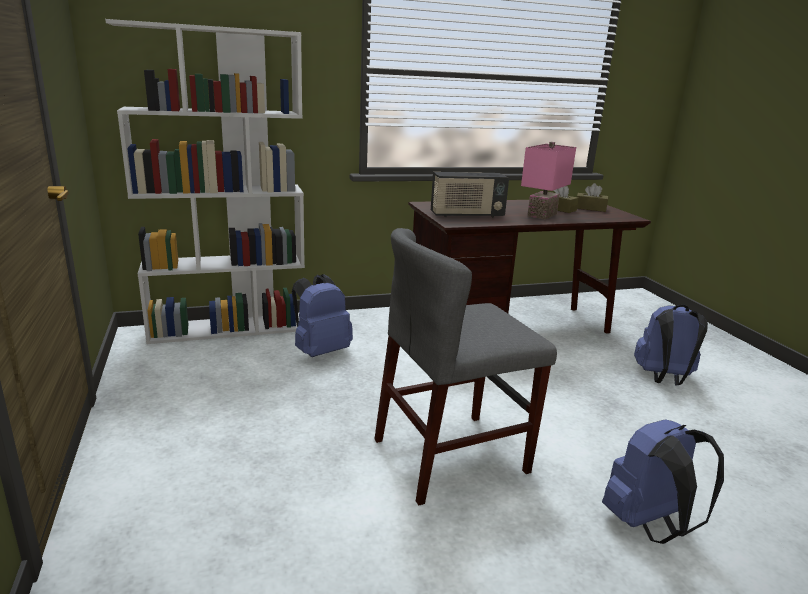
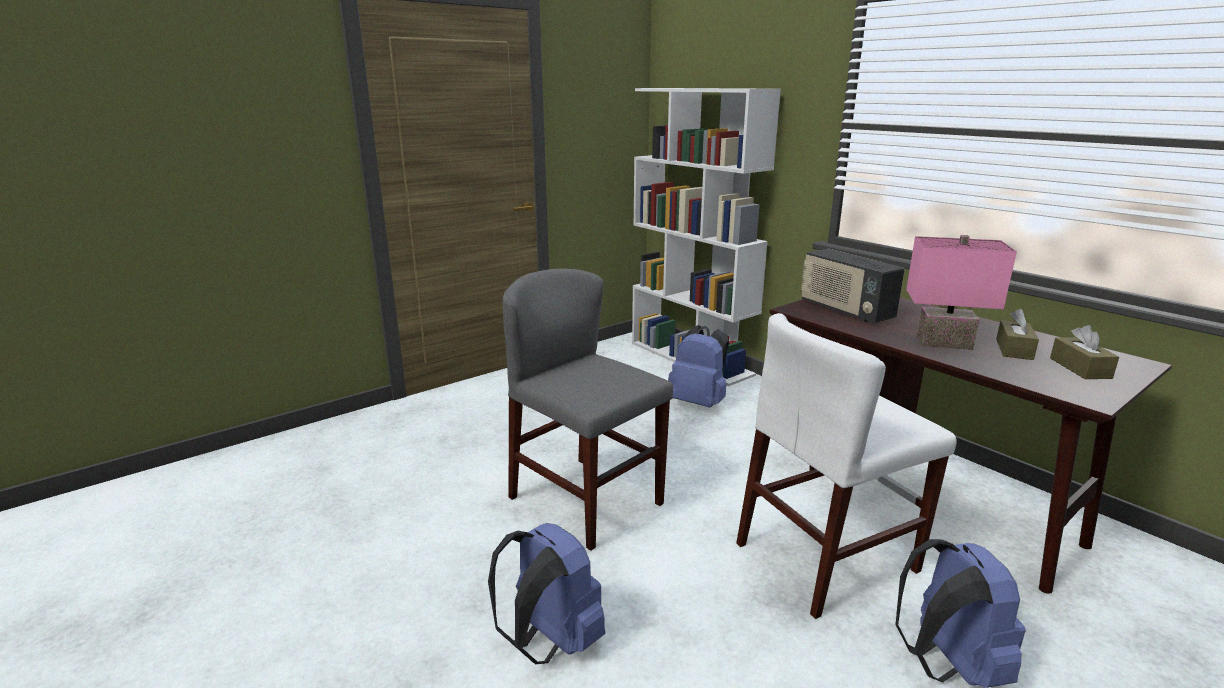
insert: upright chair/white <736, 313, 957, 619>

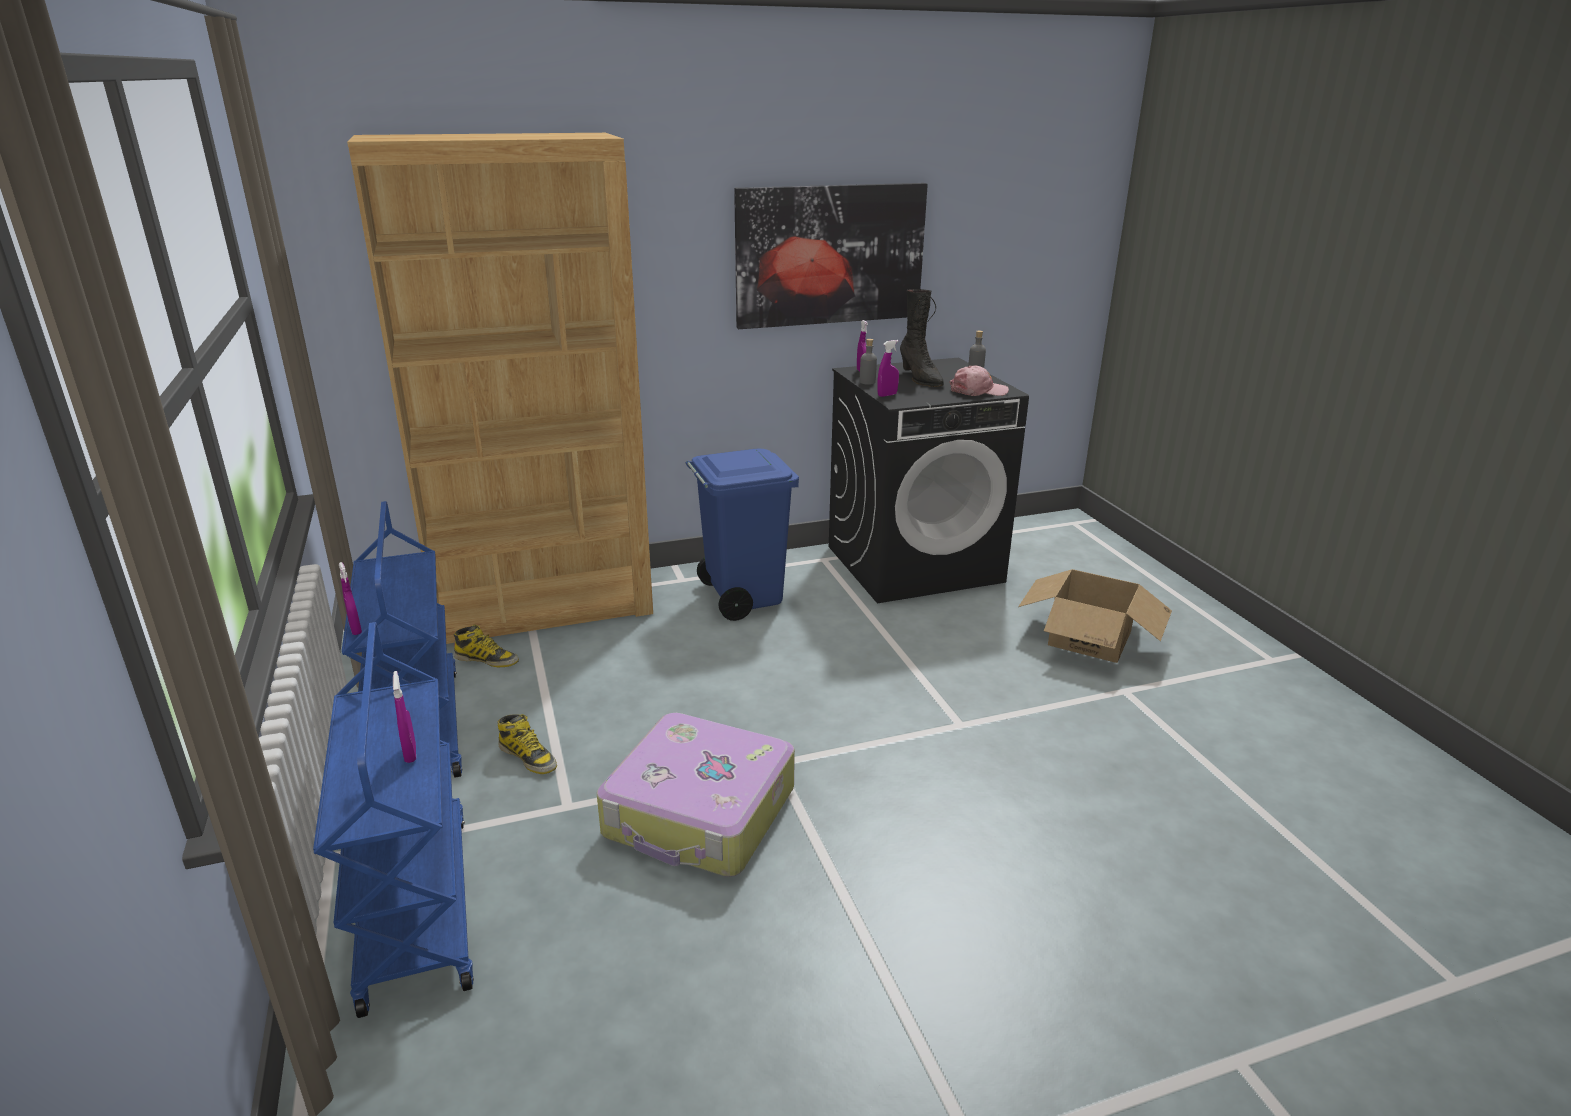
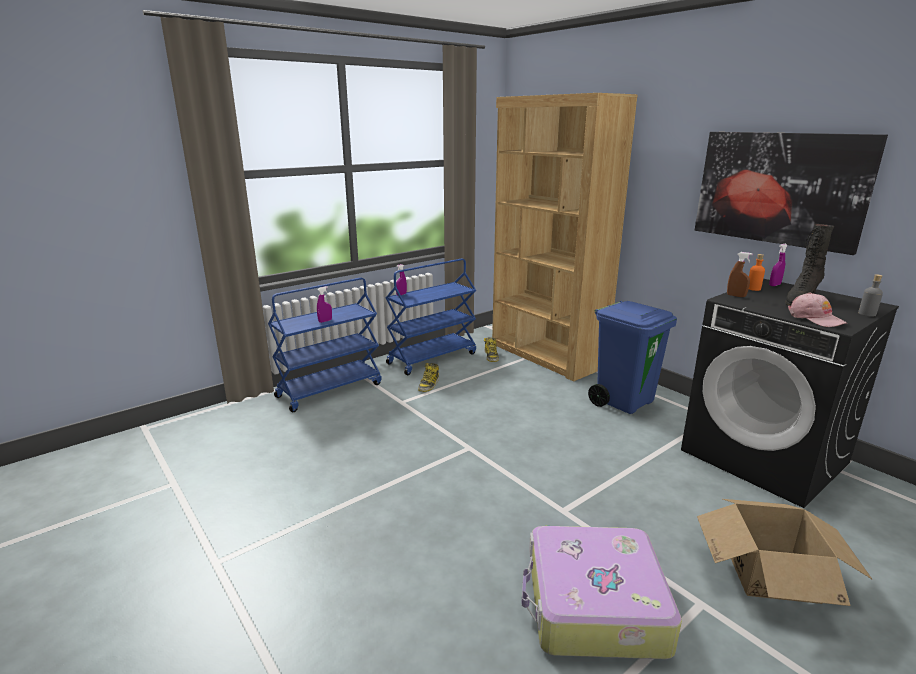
move: piece of luggage <597, 713, 795, 877> to <521, 526, 682, 659>
recolor: beverage bottle/grey <860, 339, 877, 384> to beverage bottle/orange-coloured <749, 254, 765, 291>; spray bottle/purple <877, 340, 899, 397> to spray bottle/brownish <727, 252, 753, 297>

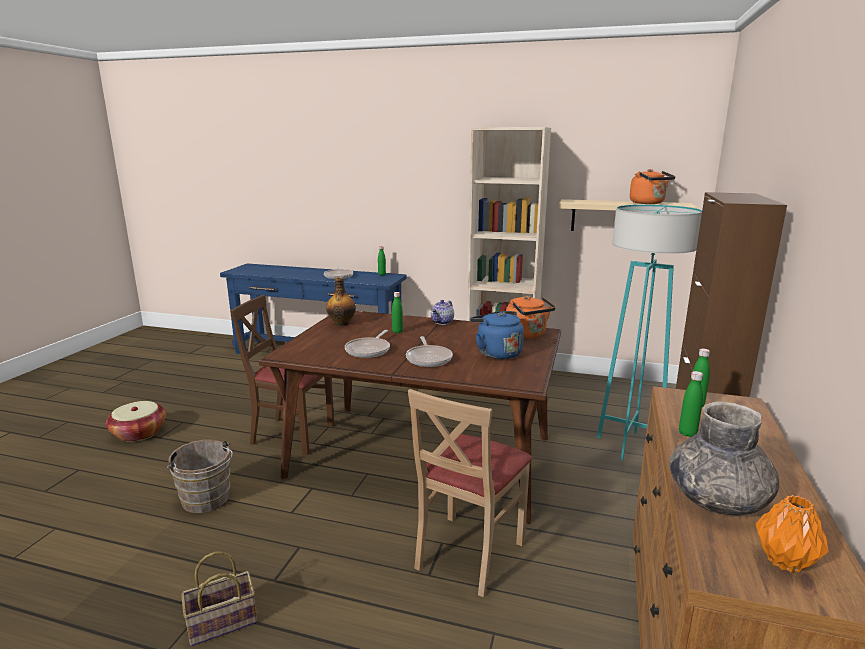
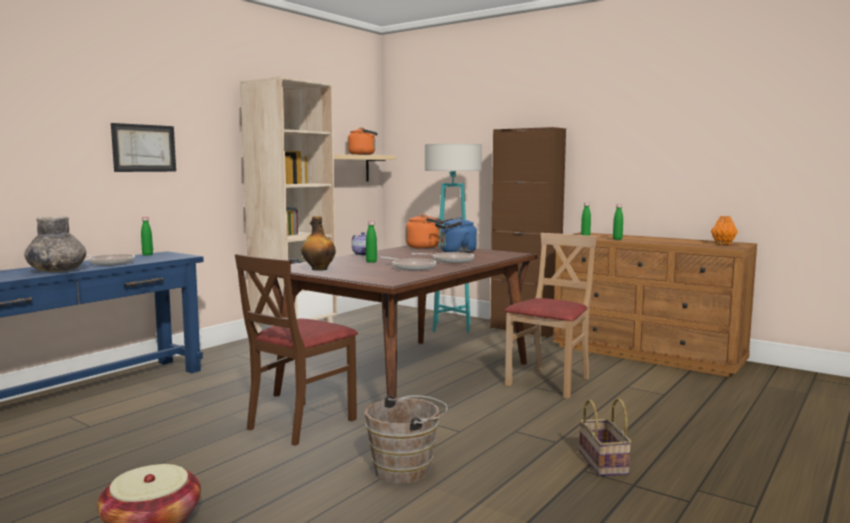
insert: wall picture <111, 123, 176, 172>
move: decorative vase/grey <670, 401, 779, 515> to <24, 216, 86, 272>
rotate: upright chair/beige <408, 389, 533, 597> = <504, 233, 597, 399> 105 degrees counterclockwise

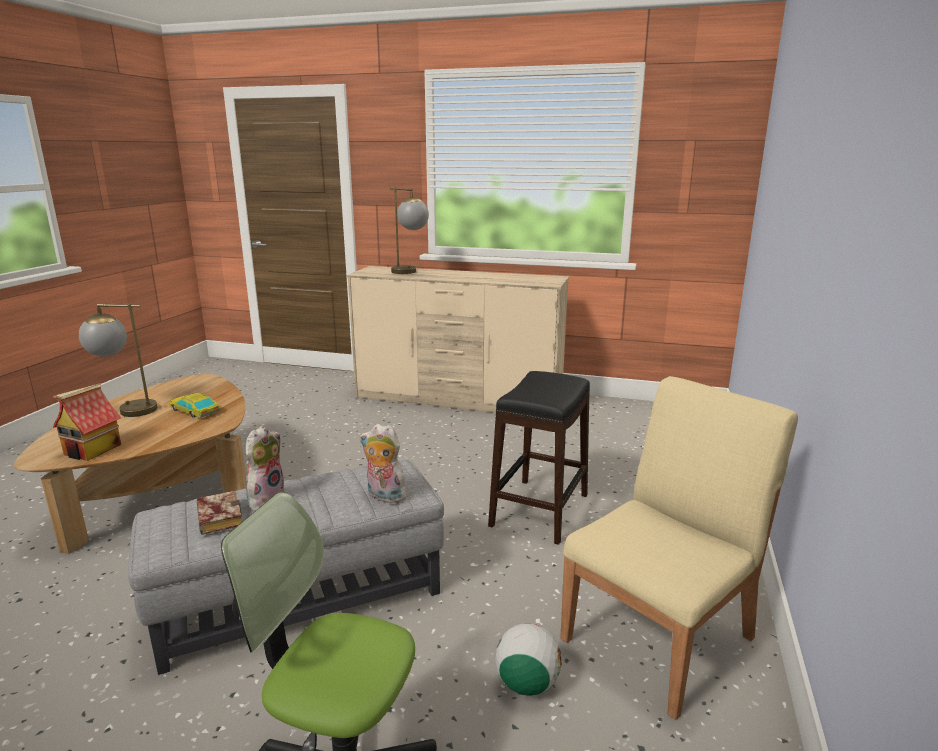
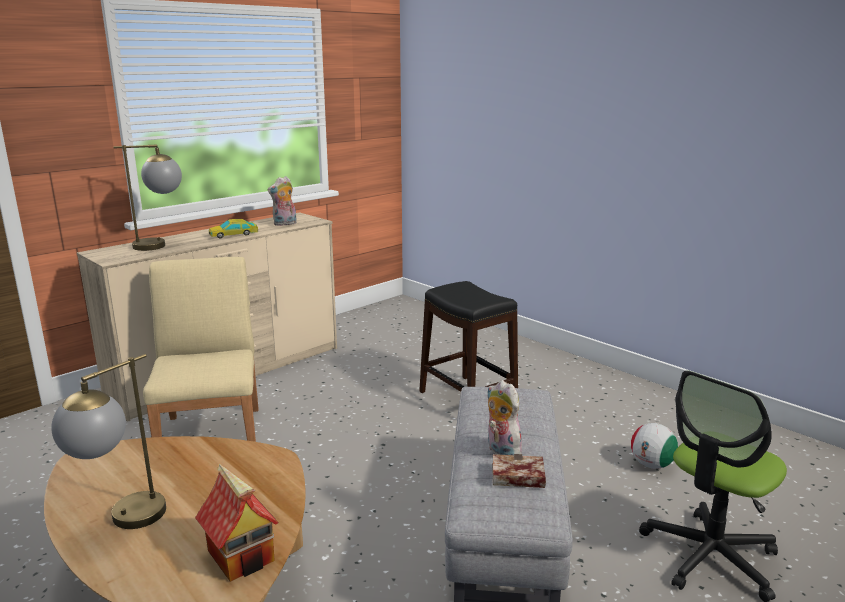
move: model car <169, 393, 220, 418> to <209, 219, 258, 238>; plush toy <360, 424, 406, 503> to <268, 176, 297, 226>; upright chair/beige <560, 376, 798, 720> to <143, 257, 259, 442>

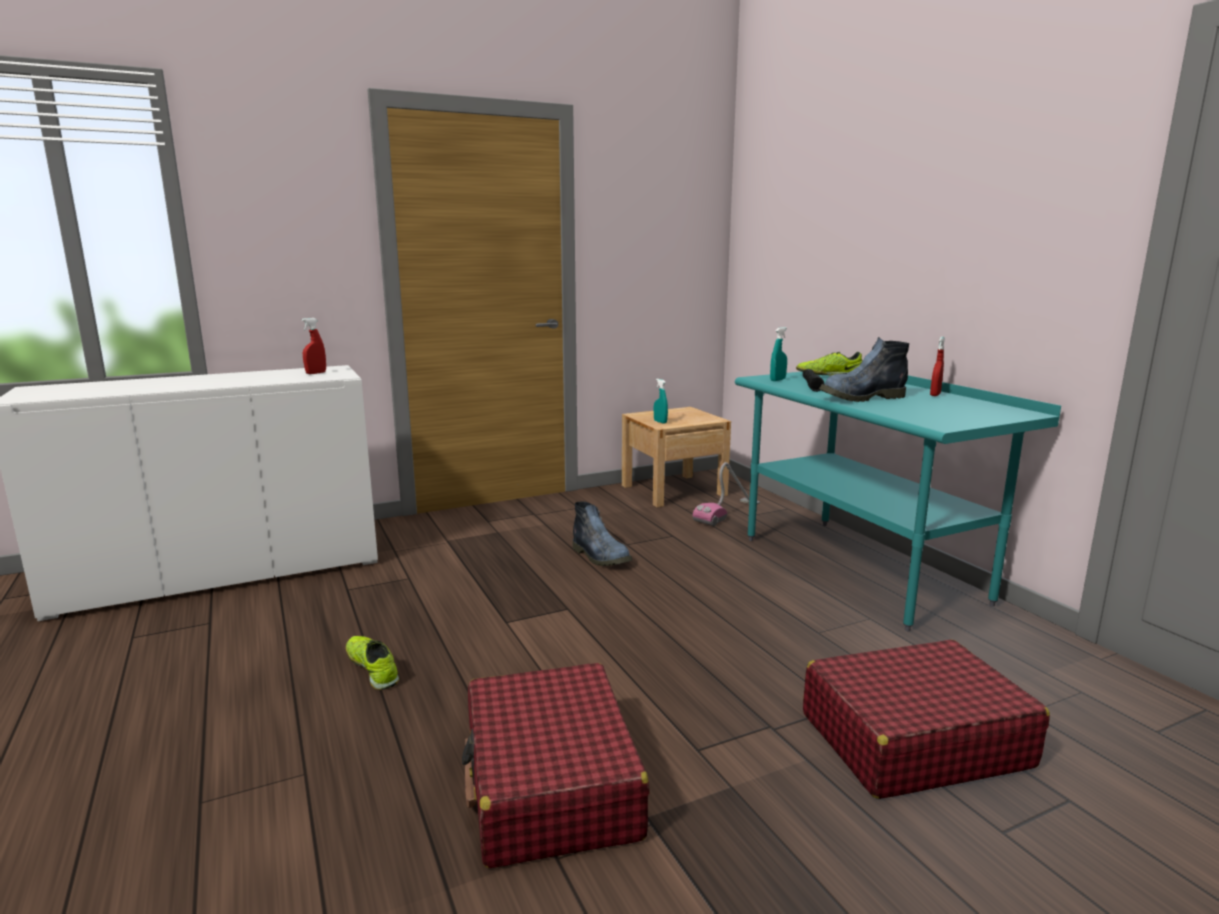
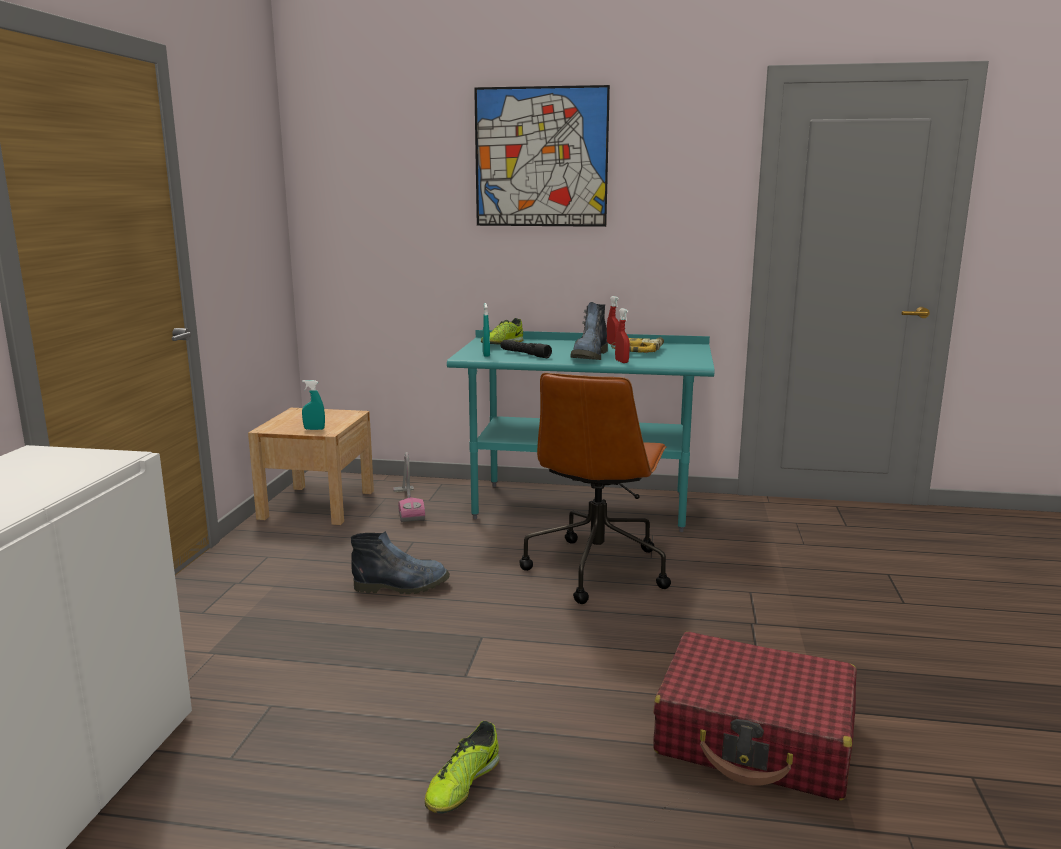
delete: piece of luggage/red-coloured <803, 639, 1050, 799>
insert: wall picture <474, 85, 610, 227>; office chair/brownish <519, 373, 671, 604>; electric drill <611, 337, 664, 353>
move: spray bottle/red-coloured <301, 318, 326, 374> to <615, 308, 630, 363>
rotate: item of footwear <346, 636, 399, 690> = <425, 721, 499, 813> 60 degrees counterclockwise

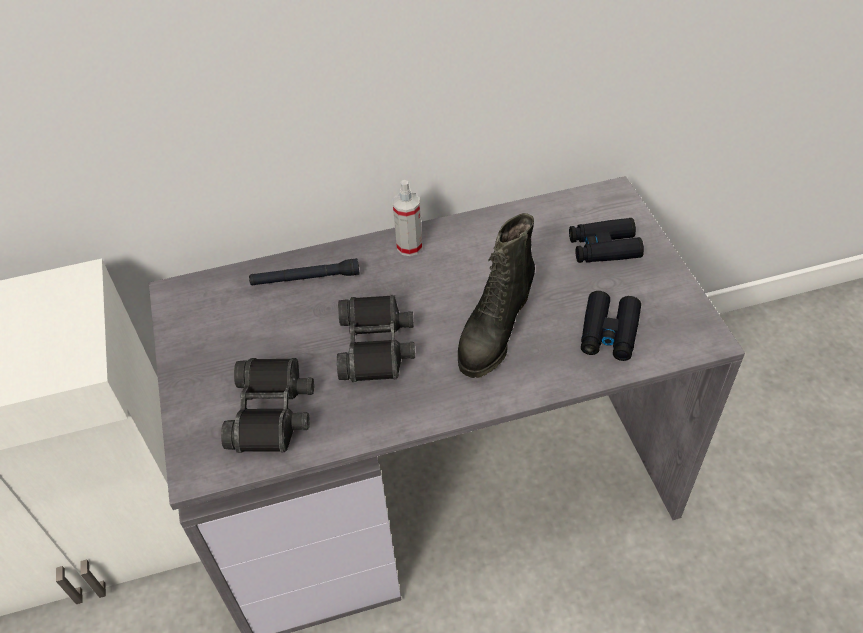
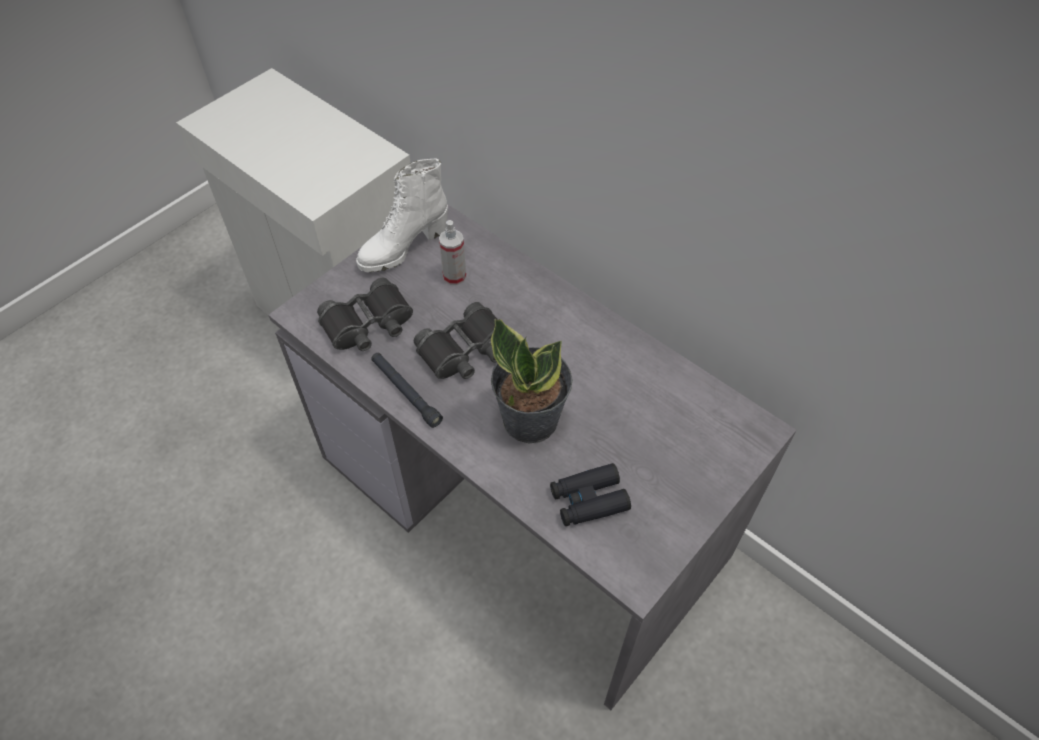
delete: pair of binoculars/black <569, 218, 644, 263>
insert: boot/white <356, 159, 448, 273>
move: flashlight/black <249, 258, 360, 286> to <371, 353, 443, 428>; spray bottle <393, 180, 422, 256> to <439, 220, 466, 285>
replace: boot/black <458, 213, 535, 378> to houseplant <491, 319, 573, 443>

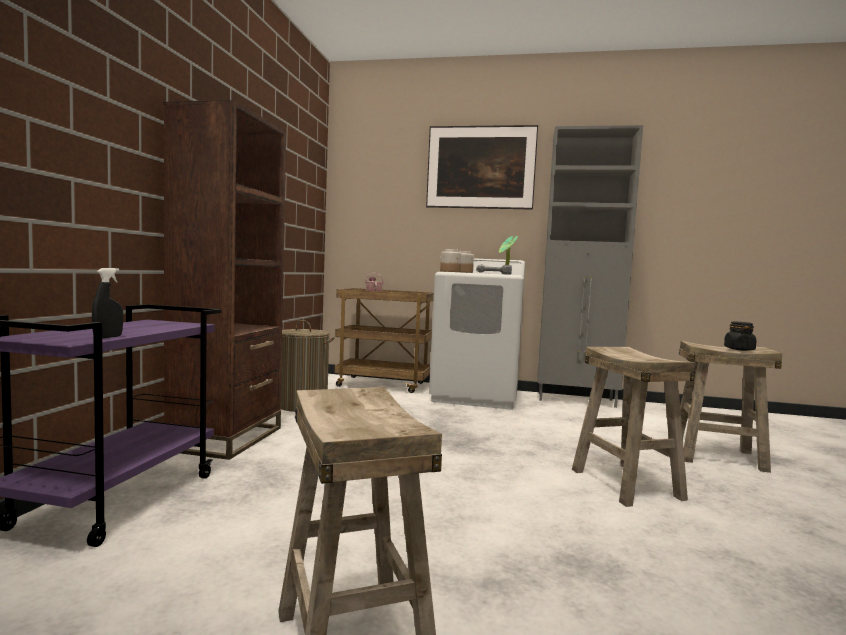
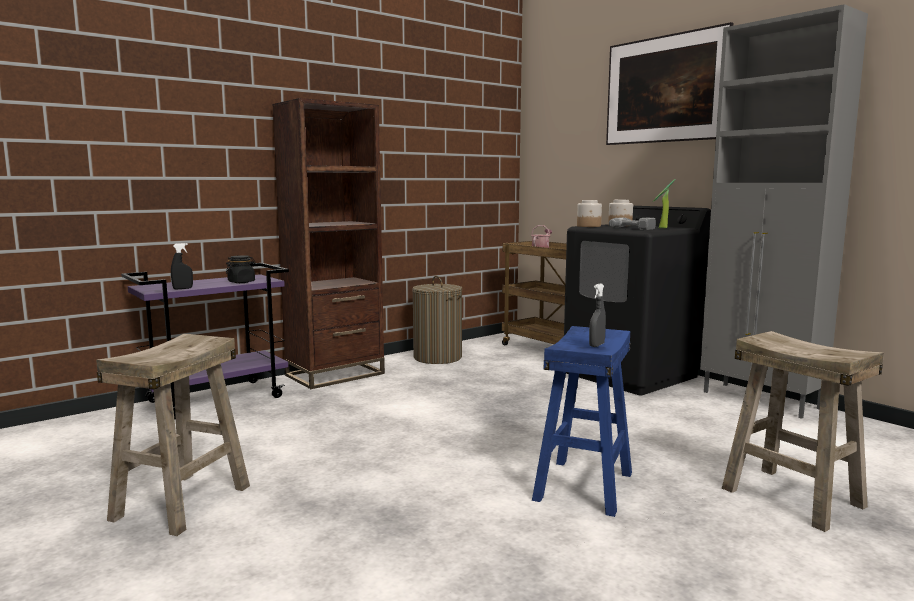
insert: spray bottle/grey <589, 283, 606, 347>
move: storage jar/black <724, 321, 756, 351> to <226, 255, 256, 283>
recolor: laundry machine/white <429, 258, 525, 410> to laundry machine/black <564, 206, 711, 395>; sitting stool/beige <572, 347, 695, 507> to sitting stool/blue-coloured <532, 326, 632, 517>

